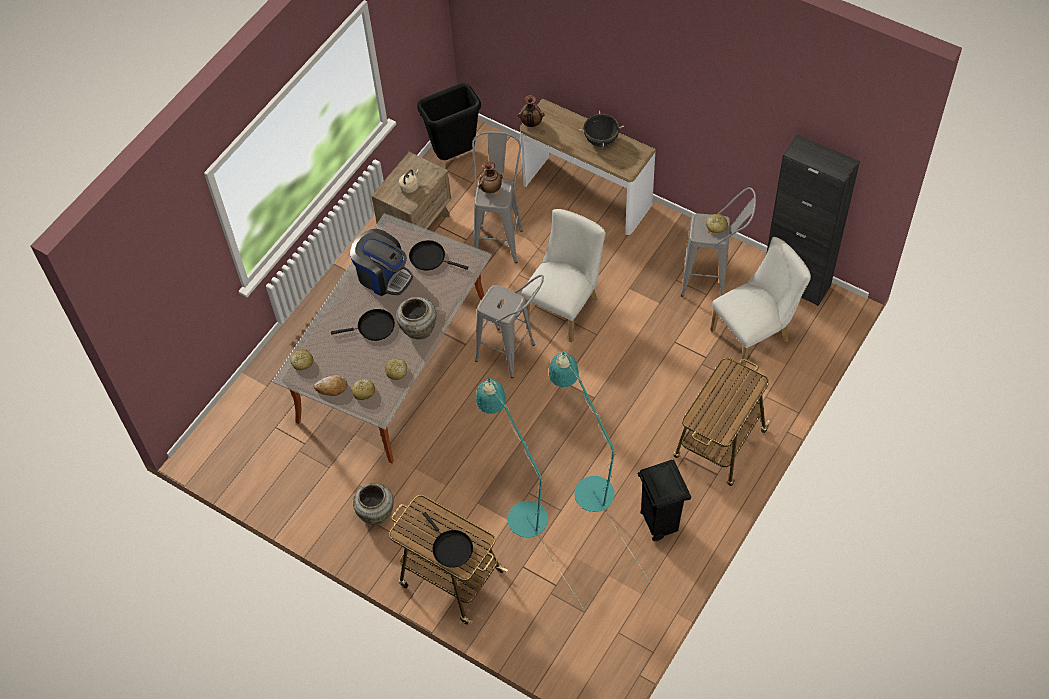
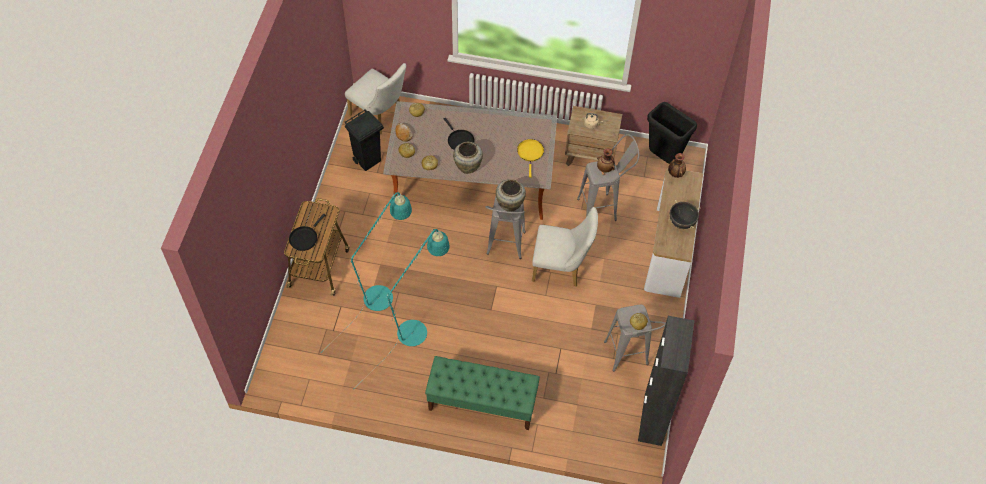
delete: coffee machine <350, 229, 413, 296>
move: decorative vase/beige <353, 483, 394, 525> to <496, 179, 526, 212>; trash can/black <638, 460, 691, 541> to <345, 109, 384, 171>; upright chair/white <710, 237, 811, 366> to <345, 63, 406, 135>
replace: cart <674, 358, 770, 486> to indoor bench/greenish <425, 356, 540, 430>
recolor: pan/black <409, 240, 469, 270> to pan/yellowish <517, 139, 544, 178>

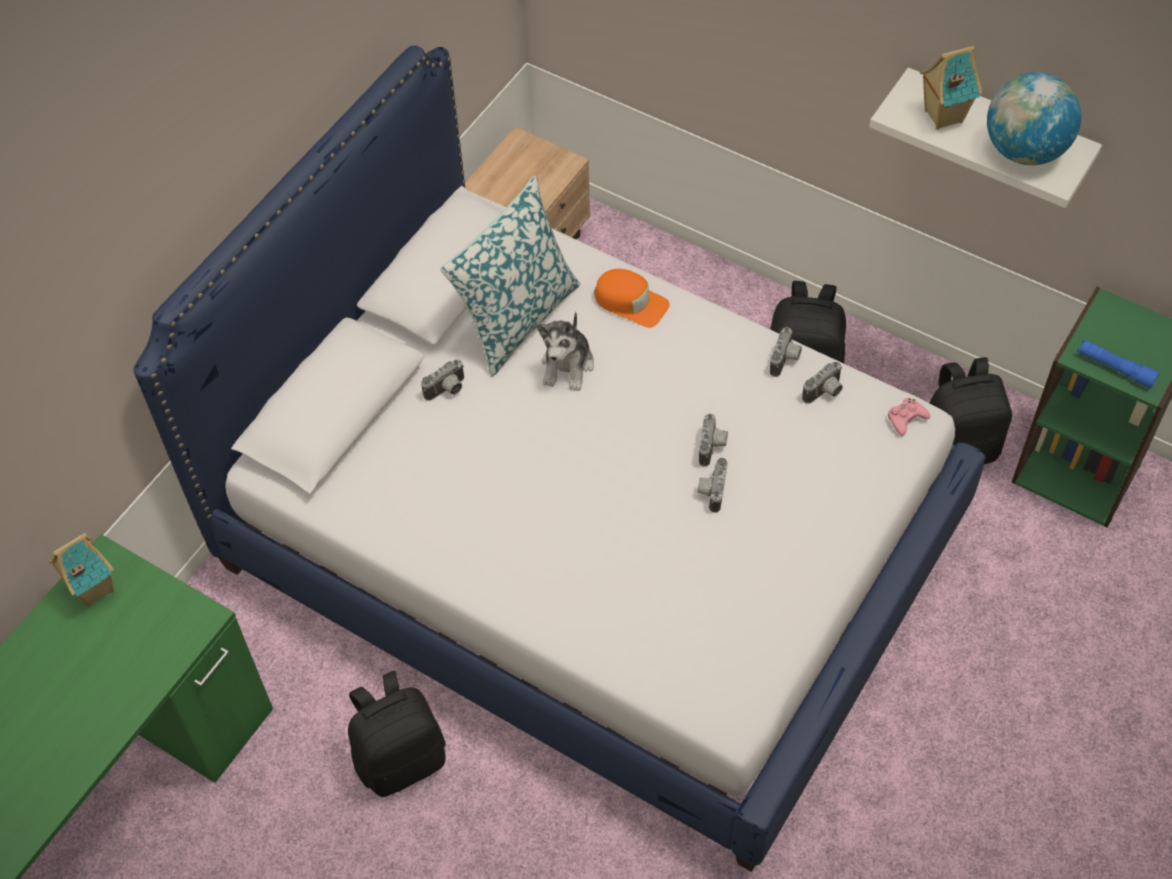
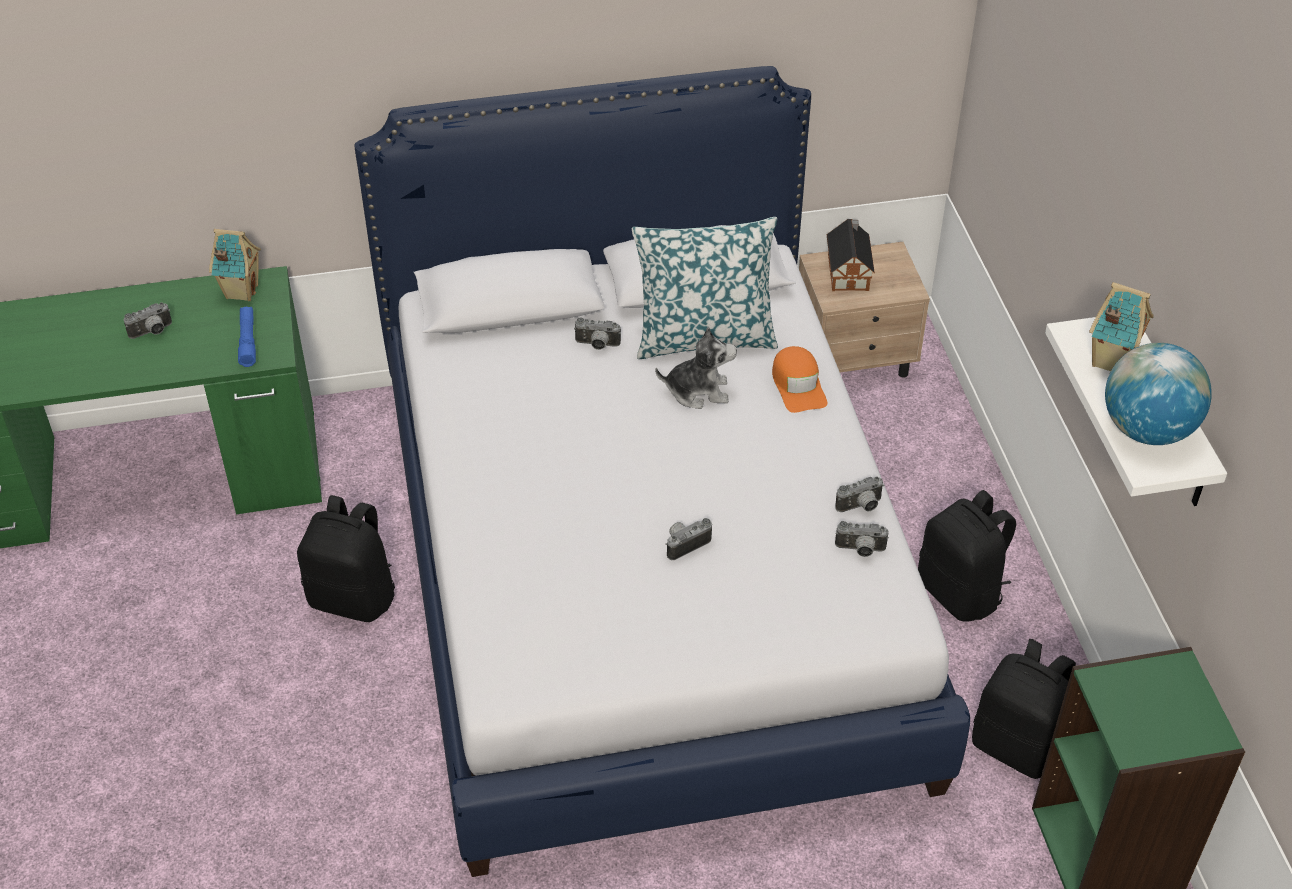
delete: joypad/pink-coloured <888, 398, 930, 436>
insert: model house <827, 219, 875, 291>
move: photo camera <699, 413, 728, 467> to <124, 302, 172, 339>; flashlight/blue-coloured <1077, 339, 1159, 389> to <238, 306, 256, 367>
rotate: plush toy <536, 312, 594, 391> = <655, 327, 737, 409> 150 degrees counterclockwise

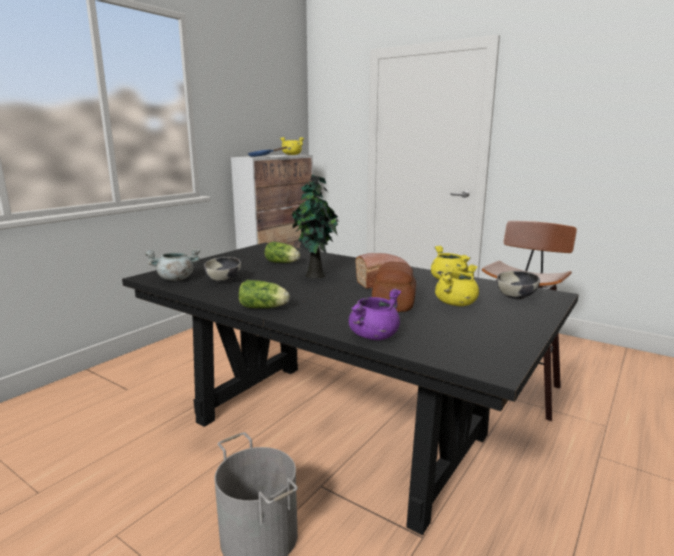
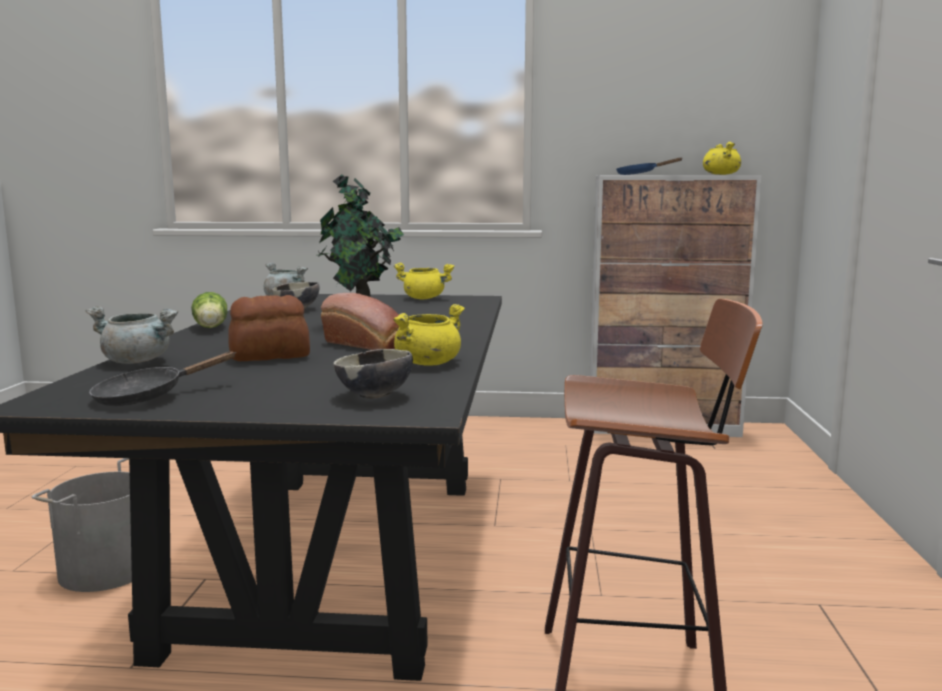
delete: lettuce <265, 242, 300, 263>
insert: pan/black <89, 352, 236, 406>
move: saucepot/yellowish <435, 264, 479, 306> to <394, 263, 454, 299>
recolor: saucepot/purple <349, 288, 401, 340> to saucepot/grey <85, 306, 178, 364>

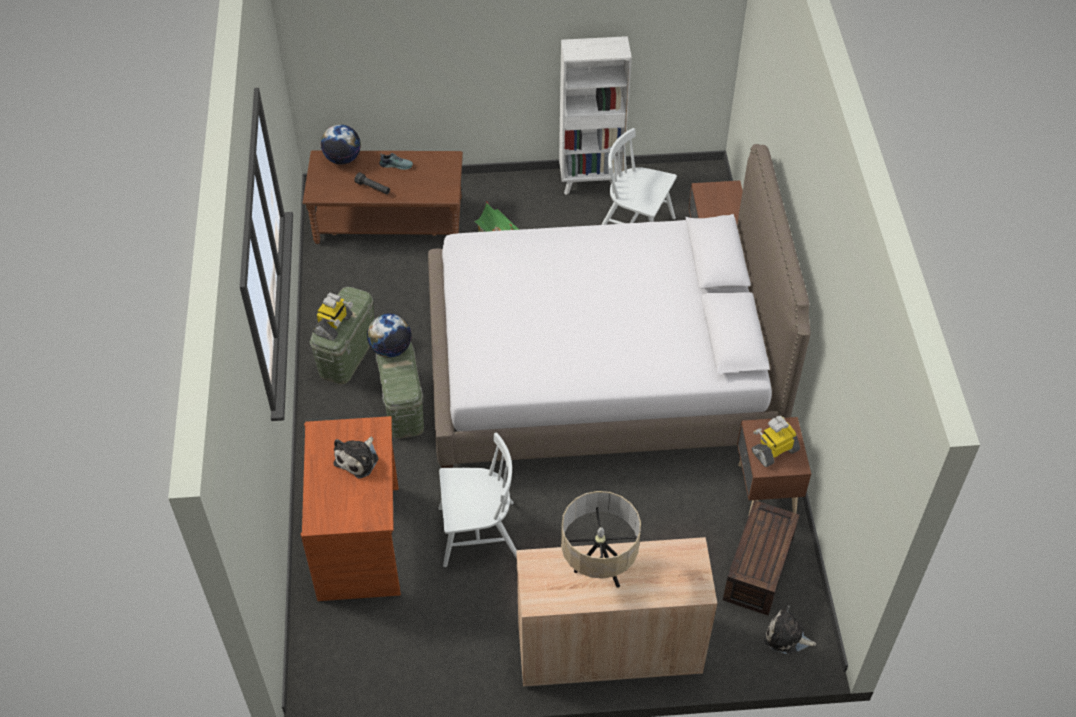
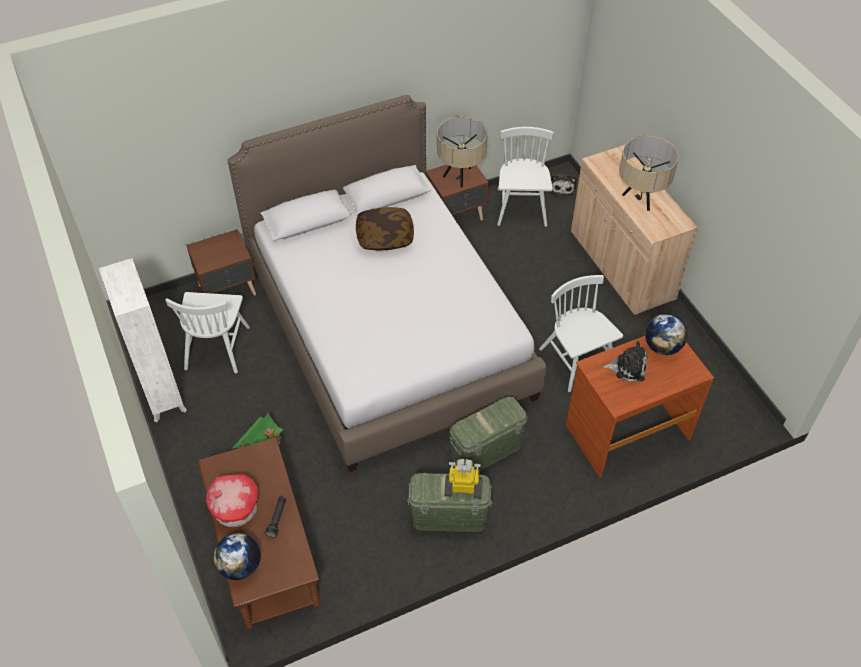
insert: pillow <356, 207, 414, 250>
move: globe <367, 313, 412, 358> to <645, 314, 688, 355>
replace: item of footwear <379, 153, 413, 170> to model house <206, 474, 258, 527>; storage box/brownish <723, 500, 800, 615> to upright chair/white <497, 127, 554, 227>; toy robot <752, 415, 800, 467> to lamp for a table/beige <437, 117, 487, 188>

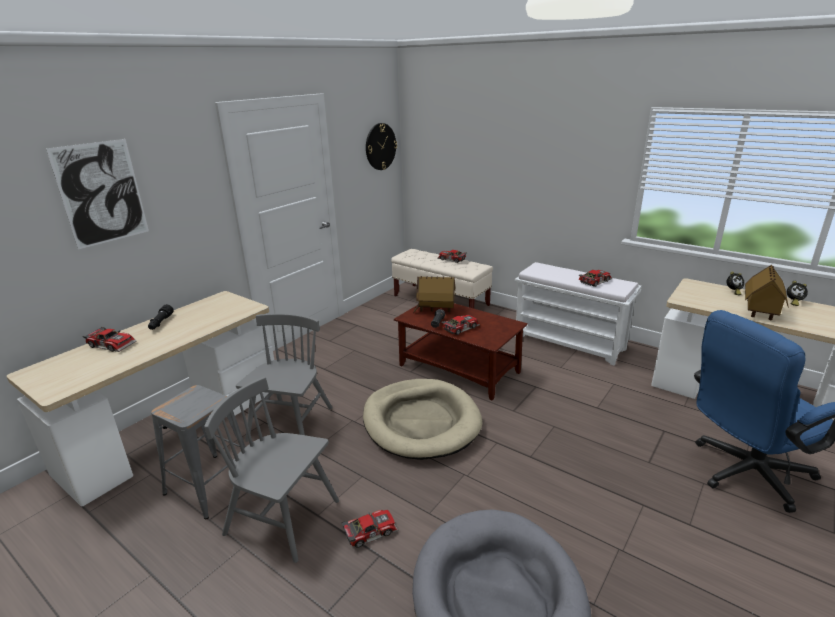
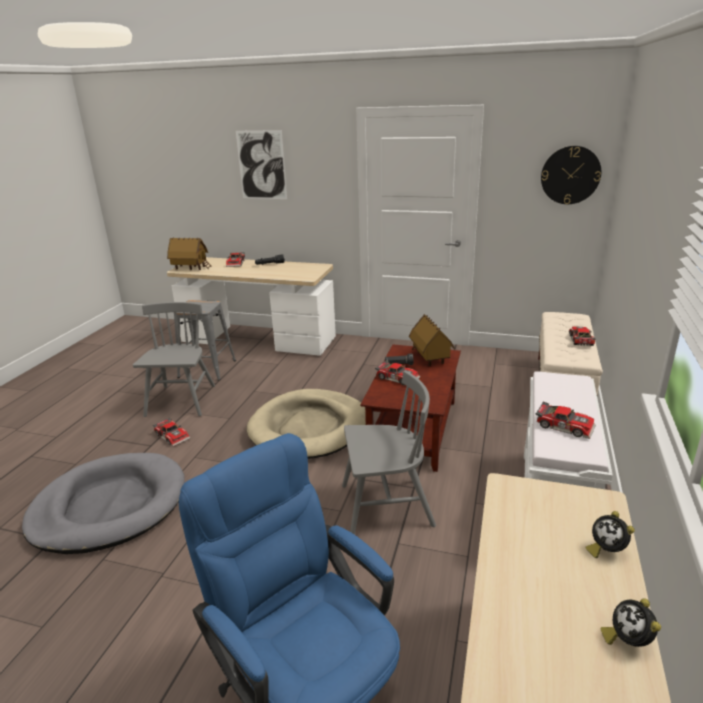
move: upright chair/grey <236, 313, 333, 442> to <342, 371, 436, 535>; model house <745, 265, 788, 320> to <167, 238, 212, 270>

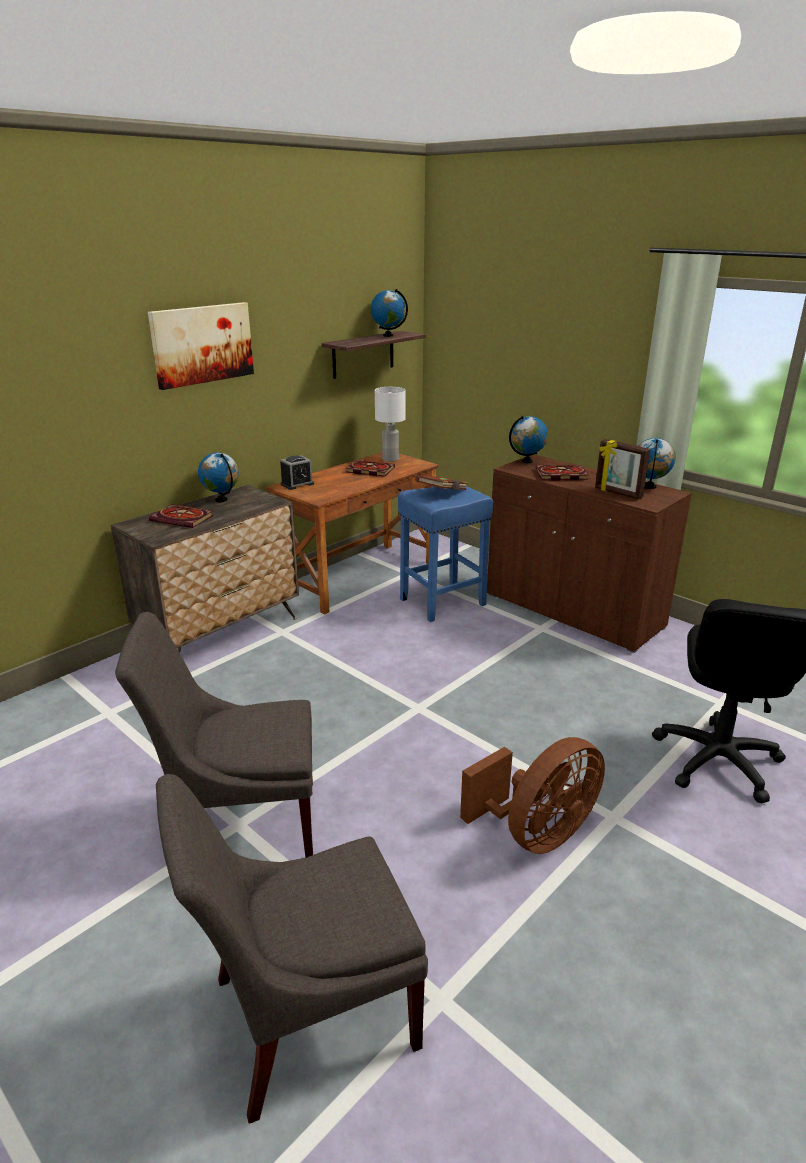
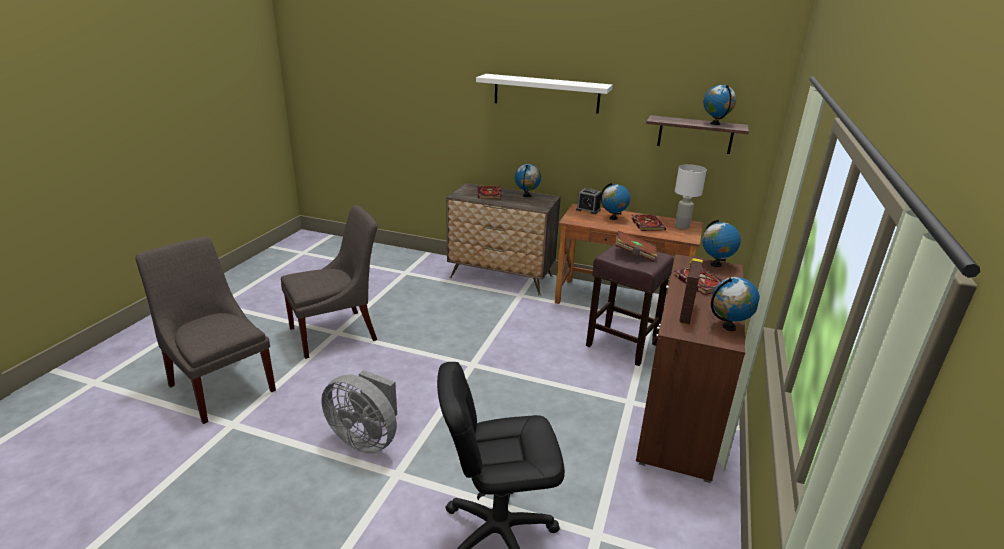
insert: globe <601, 183, 630, 220>
replace: wall picture <148, 302, 254, 390> to wall shelf/white <476, 74, 613, 114>
recolor: sitting stool/blue-coloured <398, 486, 493, 622> to sitting stool/brownish <586, 244, 674, 366>; cooling fan/brownish <460, 737, 605, 854> to cooling fan/grey <321, 370, 397, 453>
rotate: upright chair/grey <115, 612, 313, 858> = <281, 205, 378, 359> 90 degrees clockwise

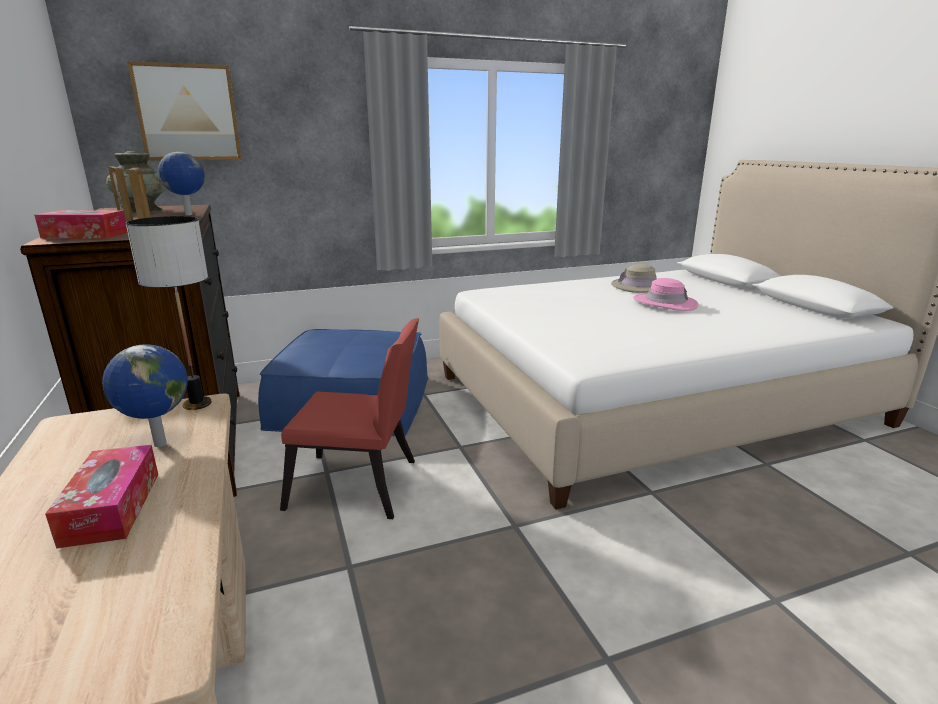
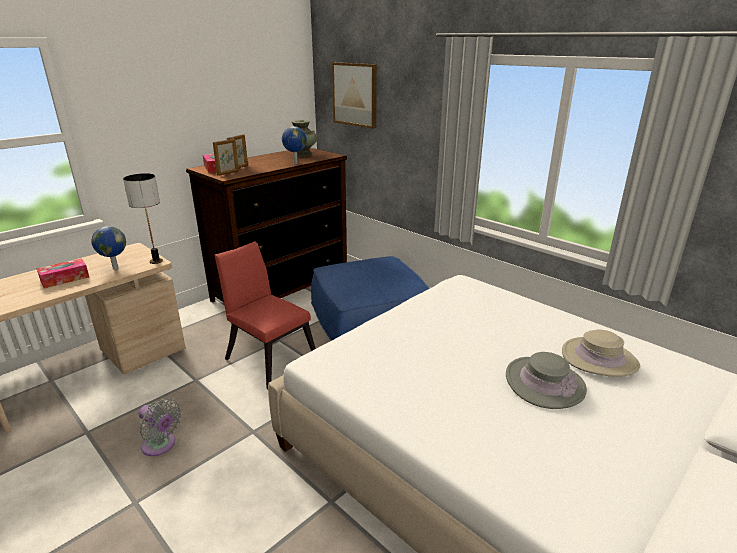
insert: cooling fan/grey <138, 399, 181, 456>
recolor: clothing hat/pink-coloured <633, 278, 698, 311> to clothing hat/grey <506, 352, 587, 409>
rotate: upright chair/red-coloured <280, 318, 419, 519> = <215, 241, 316, 389> 150 degrees clockwise

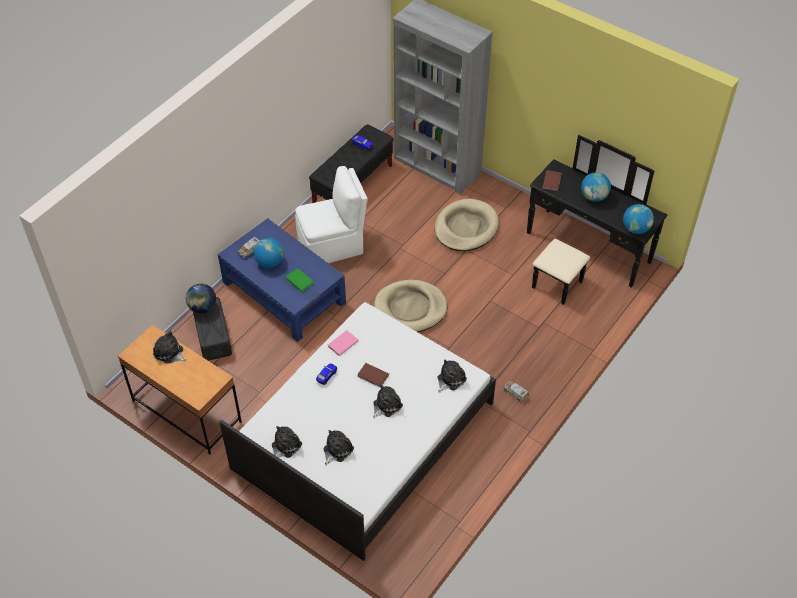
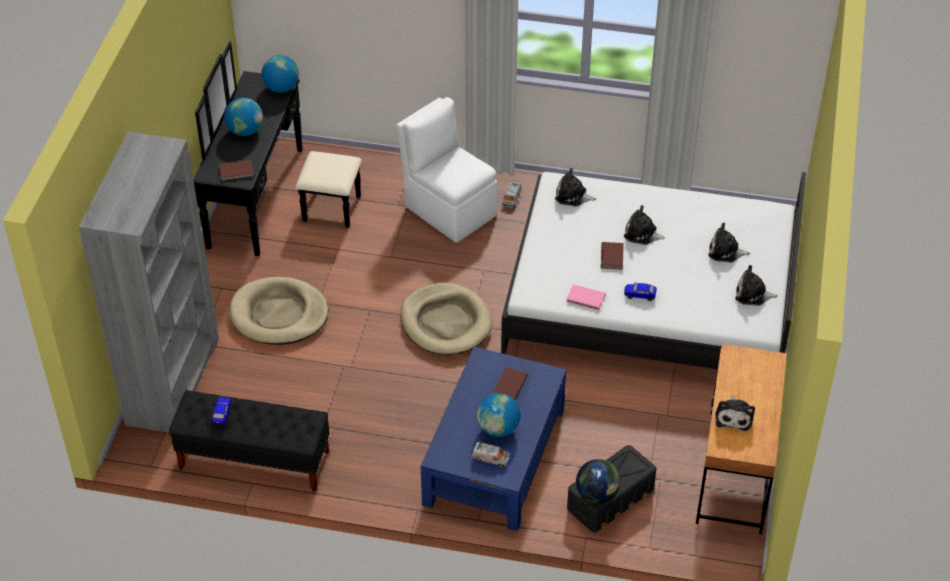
move: upright chair/white <295, 166, 368, 263> to <396, 97, 498, 242>
recolor: bound book/greenish <285, 268, 314, 292> to bound book/brownish <494, 367, 528, 400>

